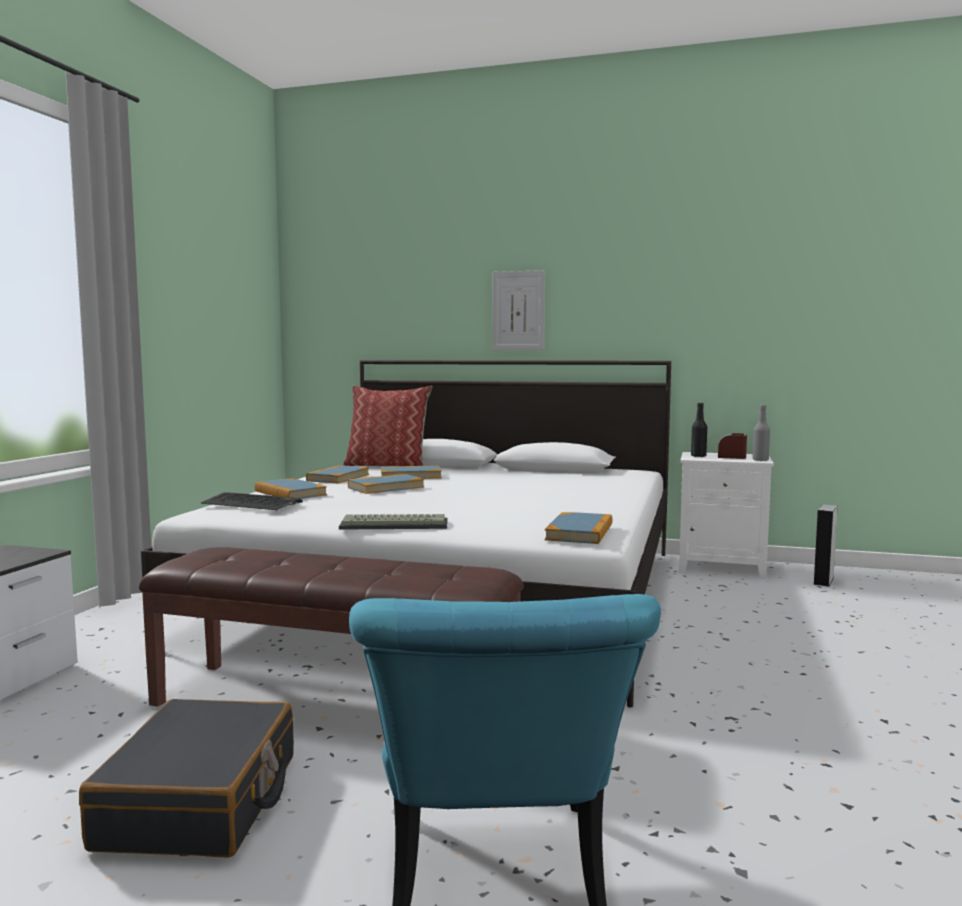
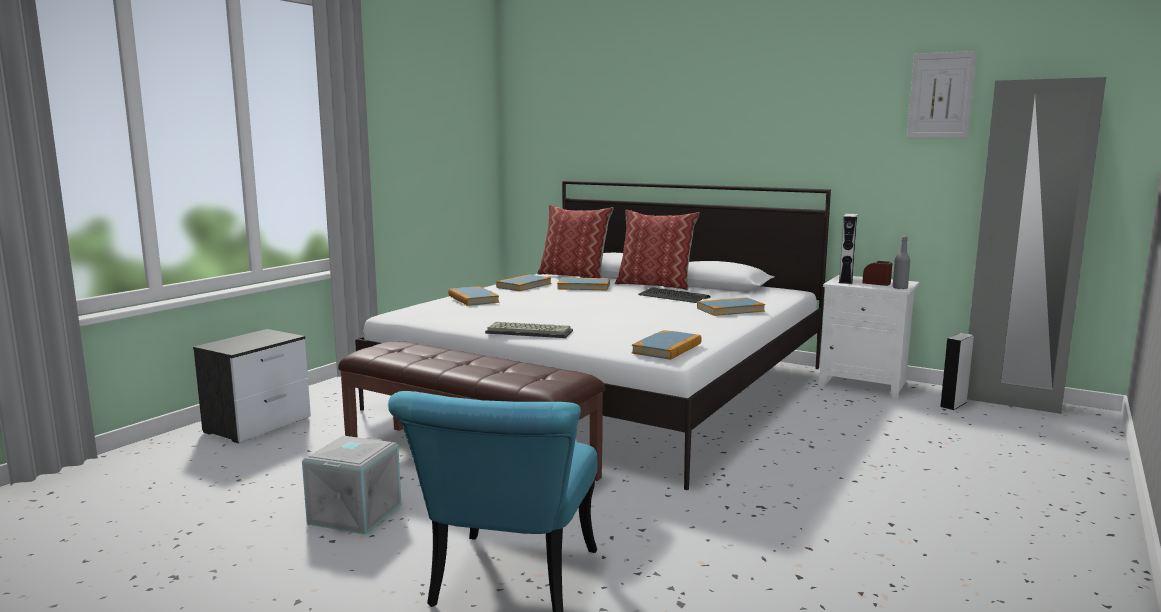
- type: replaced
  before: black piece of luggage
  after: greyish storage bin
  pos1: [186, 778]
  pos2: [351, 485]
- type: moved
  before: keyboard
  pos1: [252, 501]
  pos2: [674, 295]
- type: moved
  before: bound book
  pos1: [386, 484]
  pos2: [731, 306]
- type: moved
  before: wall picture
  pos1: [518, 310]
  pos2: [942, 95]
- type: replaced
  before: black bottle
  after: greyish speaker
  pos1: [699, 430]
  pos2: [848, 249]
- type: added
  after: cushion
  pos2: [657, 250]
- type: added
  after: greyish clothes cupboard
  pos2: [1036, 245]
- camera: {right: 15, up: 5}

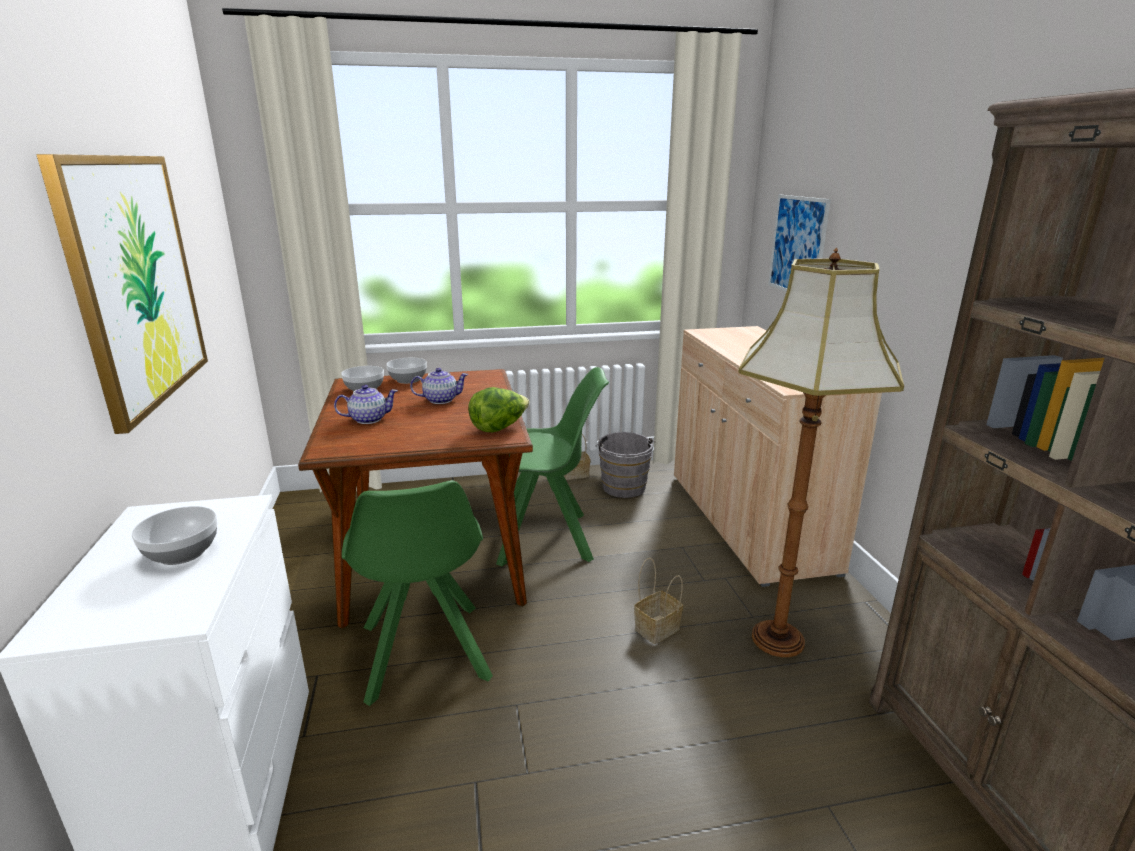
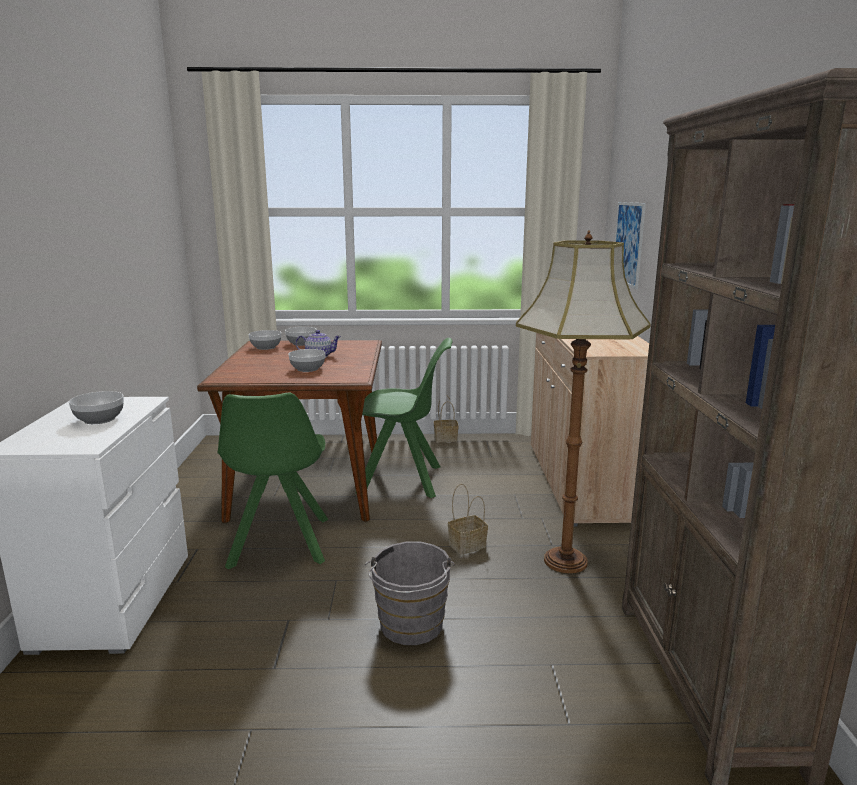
- type: removed
  before: wall picture
  pos1: [122, 294]
- type: removed
  before: tea pot
  pos1: [366, 404]
- type: removed
  before: lettuce
  pos1: [498, 409]
- type: moved
  before: greyish bucket
  pos1: [625, 465]
  pos2: [410, 593]
- type: added
  after: serving bowl
  pos2: [307, 360]
- camera: {right: 10, up: -5}

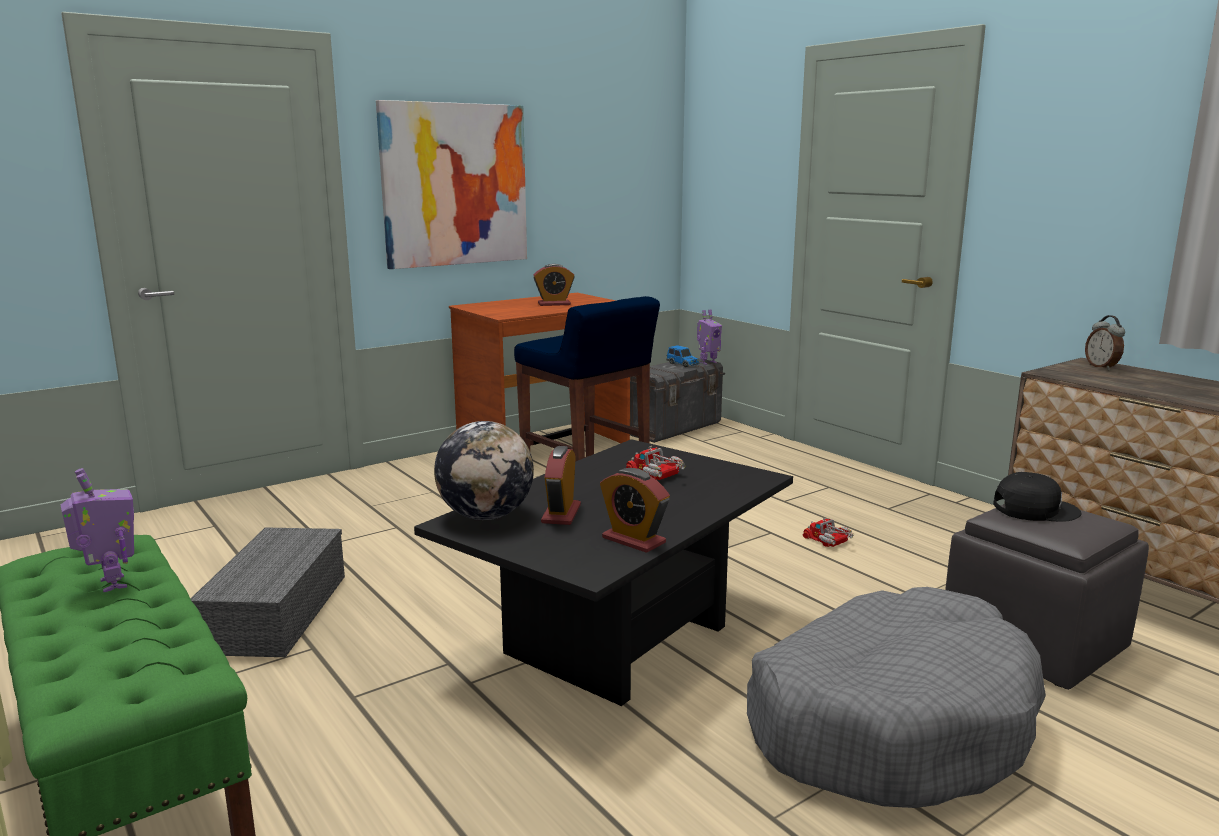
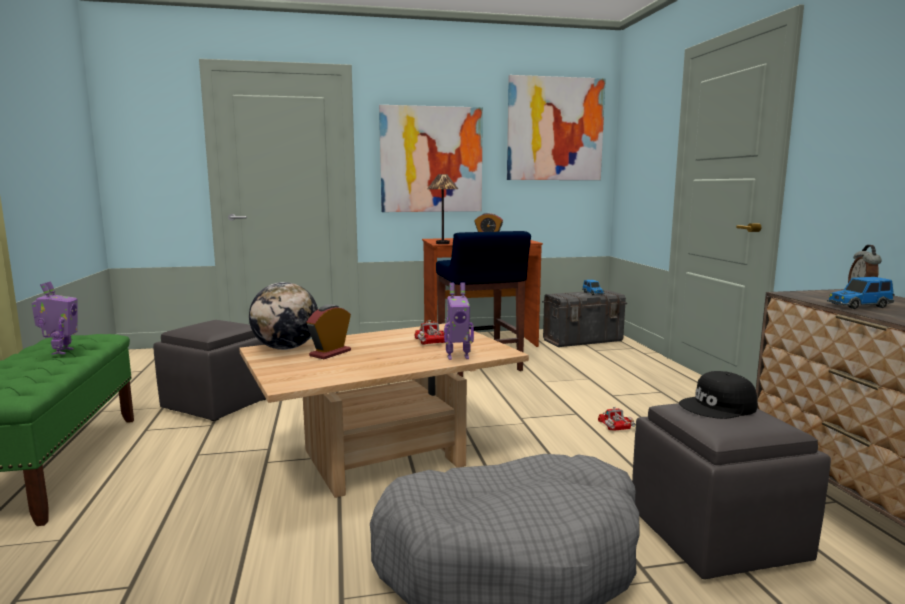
- type: replaced
  before: greyish storage bin
  after: greyish pouffe
  pos1: [267, 592]
  pos2: [209, 370]
- type: recoloured
  before: black lounge table
  after: beige-coloured lounge table
  pos1: [603, 572]
  pos2: [384, 410]
- type: removed
  before: alarm clock
  pos1: [635, 510]
- type: moved
  before: model robot
  pos1: [709, 337]
  pos2: [459, 321]
- type: turned
  before: black cap
  pos1: [1037, 497]
  pos2: [718, 395]
  turn: 135
- type: added
  after: tabletop lamp
  pos2: [442, 209]
- type: added
  after: wall picture
  pos2: [556, 127]
- type: added
  after: miniature car
  pos2: [860, 293]
- camera: {right: 25, up: -5}

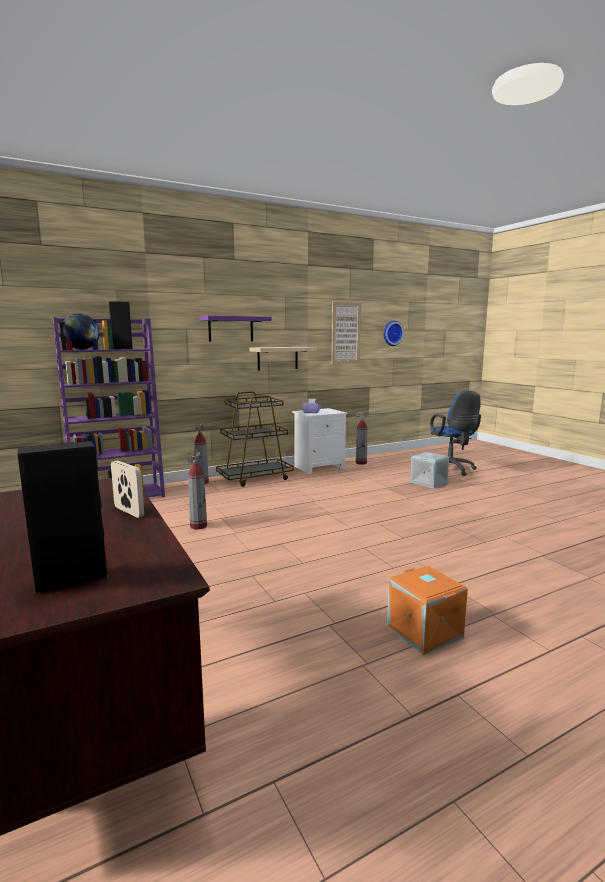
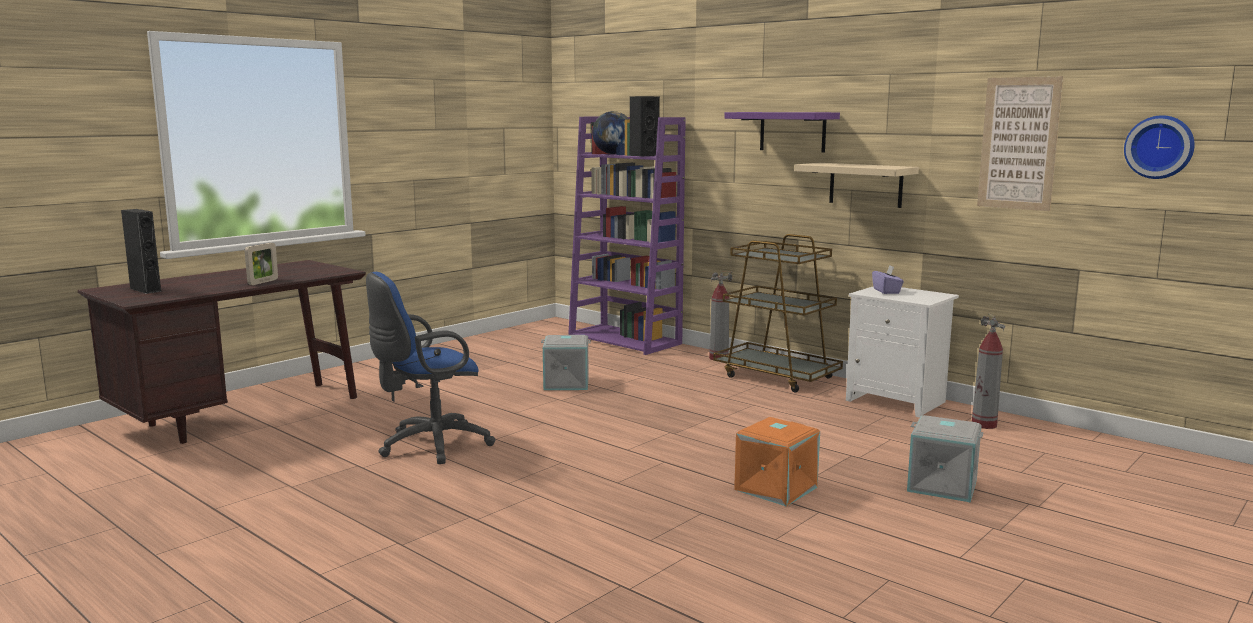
- type: replaced
  before: extinguisher
  after: greyish storage bin
  pos1: [197, 490]
  pos2: [566, 362]
- type: moved
  before: orange storage bin
  pos1: [427, 610]
  pos2: [777, 462]
- type: moved
  before: bluish computer chair
  pos1: [455, 433]
  pos2: [431, 368]
- camera: {right: 70, up: 0}

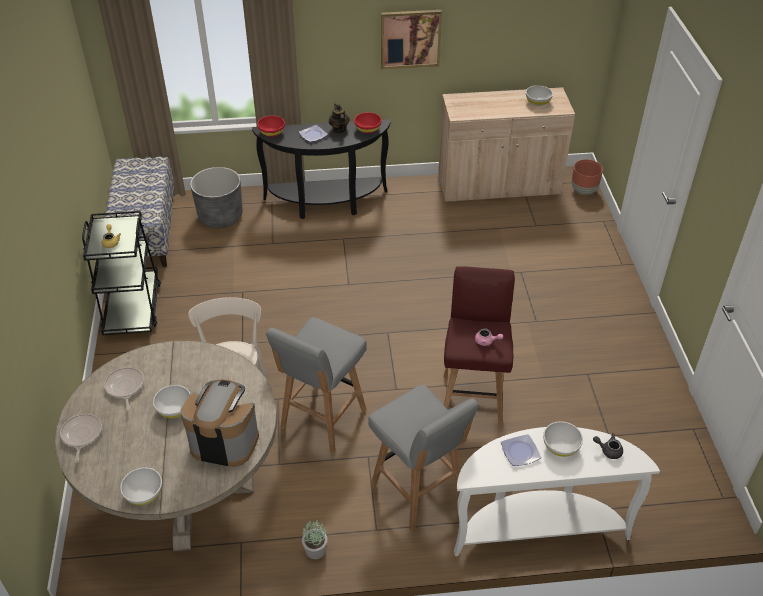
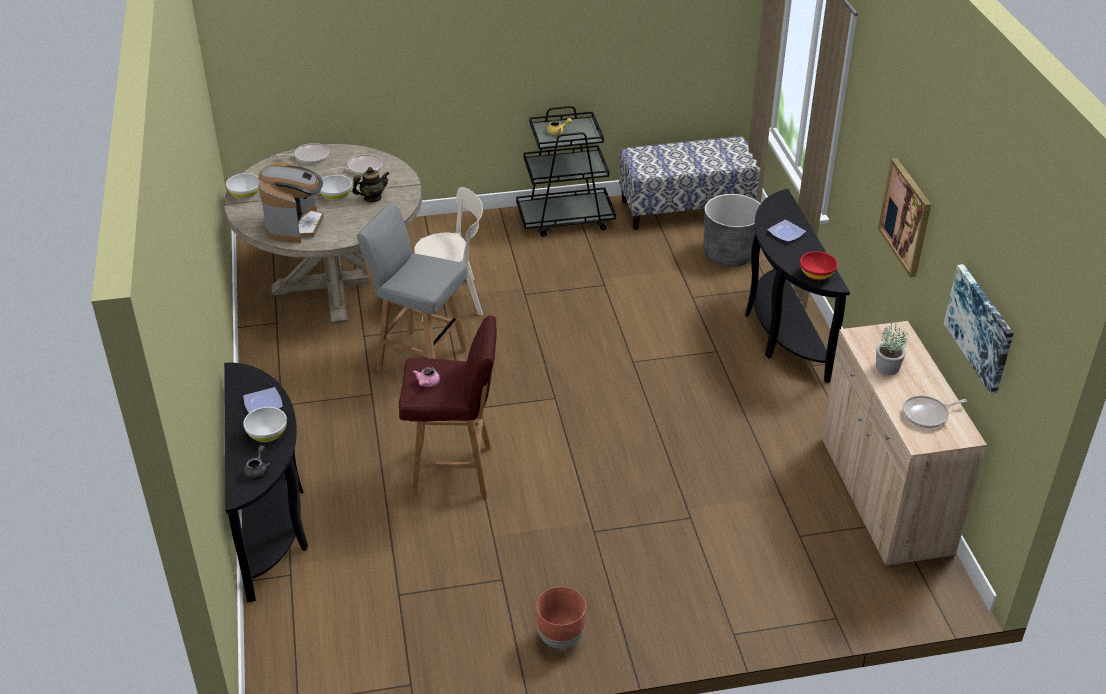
- type: removed
  before: red-coloured serving bowl
  pos1: [271, 126]
- type: moved
  before: potted plant
  pos1: [315, 539]
  pos2: [892, 349]
- type: moved
  before: tea pot
  pos1: [339, 118]
  pos2: [371, 184]
- type: removed
  before: greyish sitting stool
  pos1: [423, 458]
- type: recoloured
  before: white-coloured hall table
  after: black hall table
  pos1: [557, 491]
  pos2: [266, 482]
- type: replaced
  before: white-coloured serving bowl
  after: skillet
  pos1: [539, 95]
  pos2: [935, 412]
- type: moved
  before: brownish plant pot
  pos1: [587, 177]
  pos2: [561, 618]
- type: added
  after: wall picture
  pos2: [979, 329]
- camera: {right: 85, up: -5}

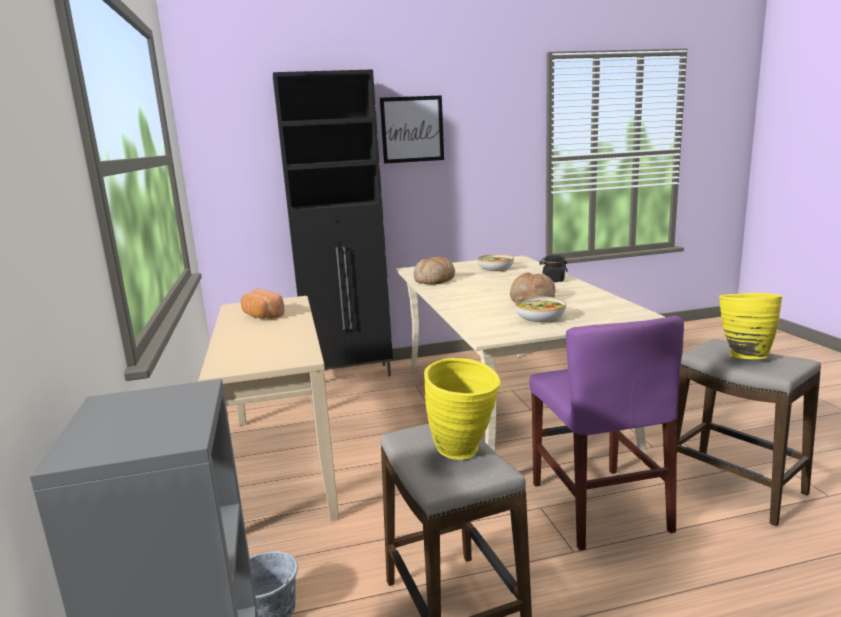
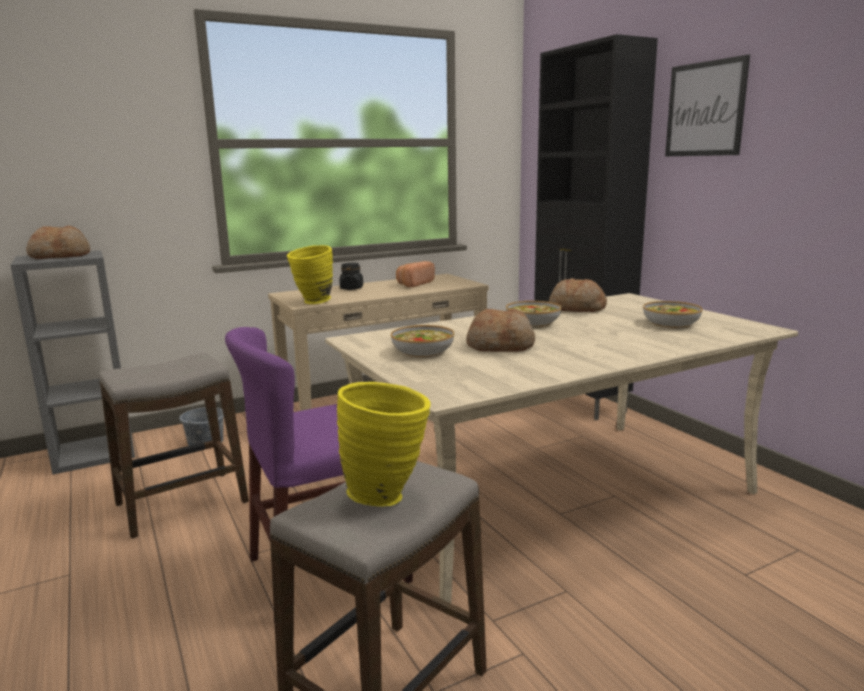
- type: moved
  before: yellow-coloured vase
  pos1: [462, 409]
  pos2: [310, 274]
- type: moved
  before: black jar
  pos1: [554, 268]
  pos2: [351, 276]
- type: added
  after: bread
  pos2: [58, 242]
- type: added
  after: serving bowl
  pos2: [533, 314]
- camera: {right: 75, up: 0}

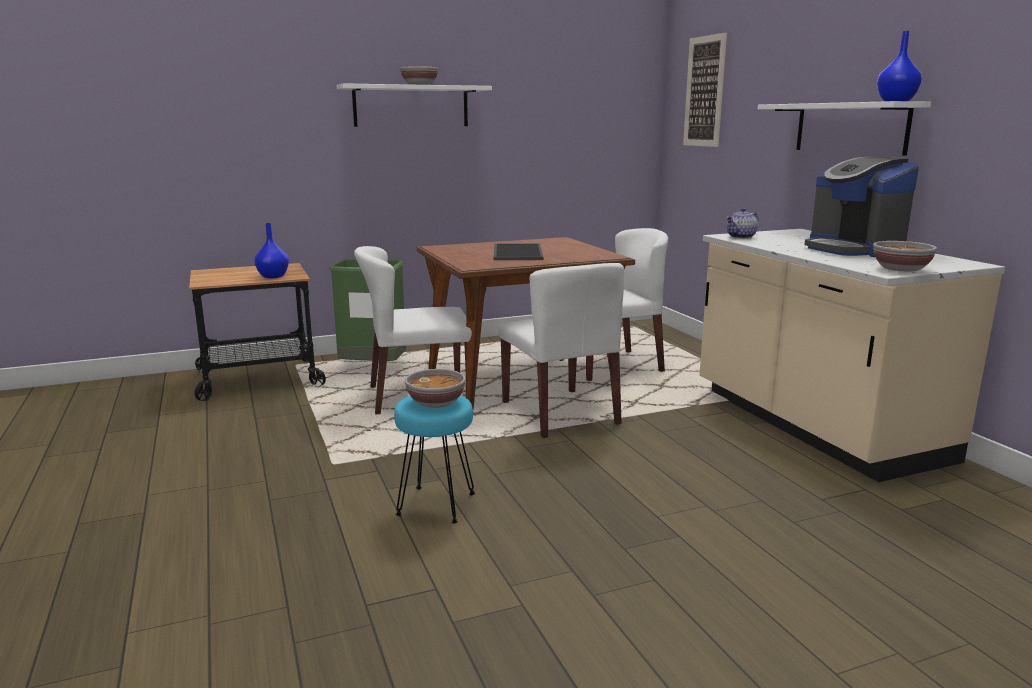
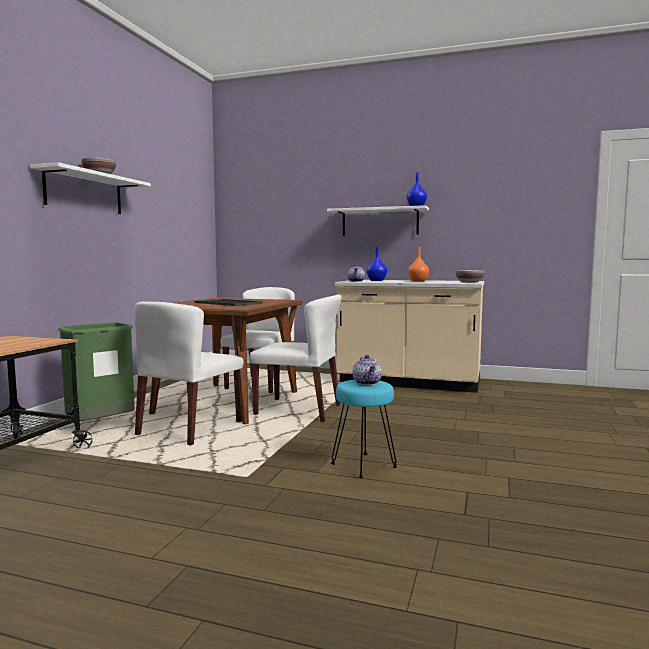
- type: moved
  before: bluish vase
  pos1: [271, 250]
  pos2: [377, 264]
- type: replaced
  before: serving bowl
  after: tea pot
  pos1: [435, 388]
  pos2: [367, 370]
- type: removed
  before: wall picture
  pos1: [705, 90]
- type: replaced
  before: coffee brewer
  after: orange vase
  pos1: [861, 207]
  pos2: [418, 264]
- camera: {right: -50, up: -10}

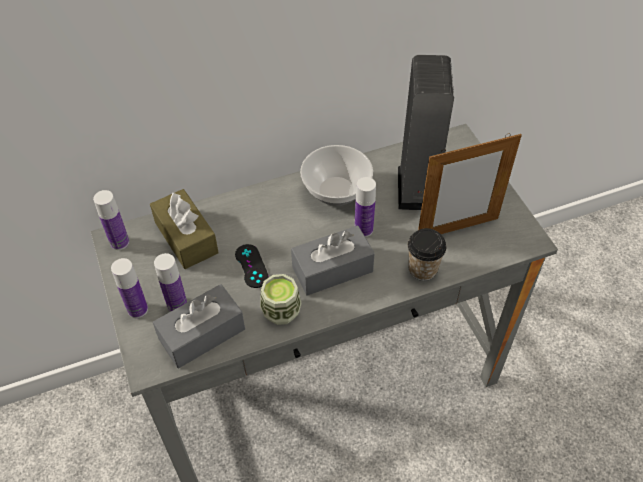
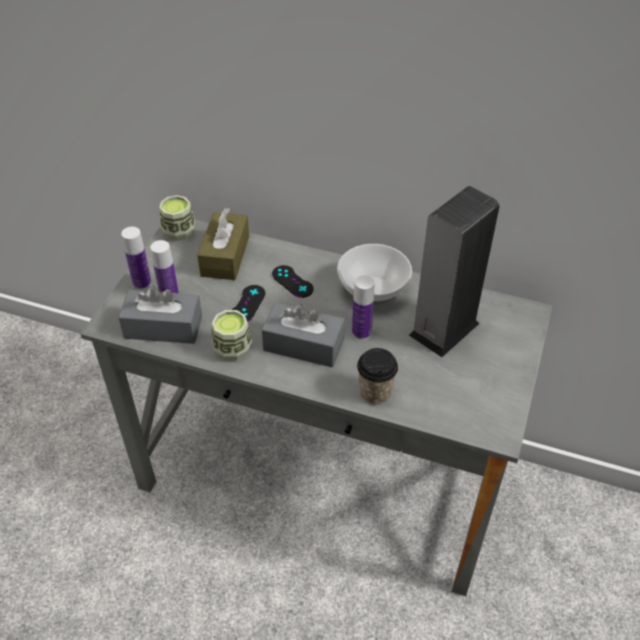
- type: replaced
  before: bottle
  after: small cup
  pos1: [111, 220]
  pos2: [177, 218]
- type: removed
  before: standing frame
  pos1: [470, 183]
- type: added
  after: black joypad
  pos2: [293, 281]
- camera: {right: 40, up: -5}

